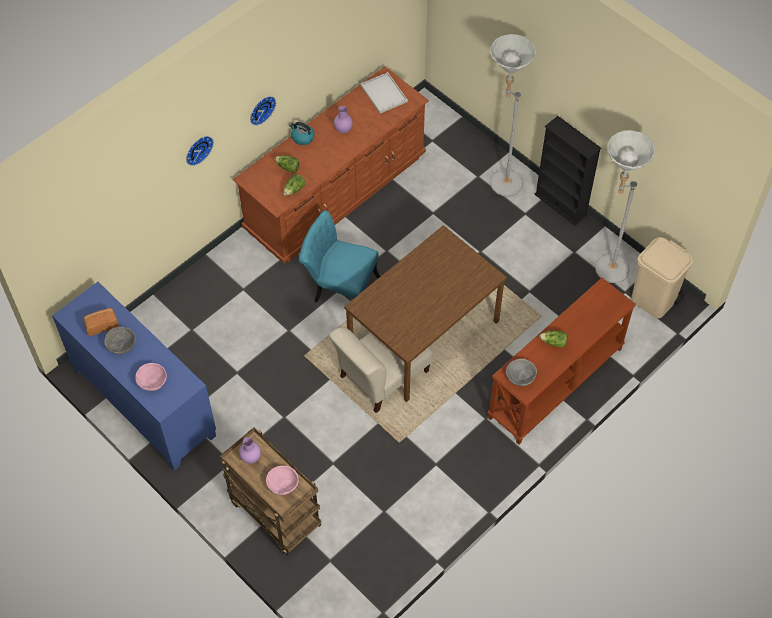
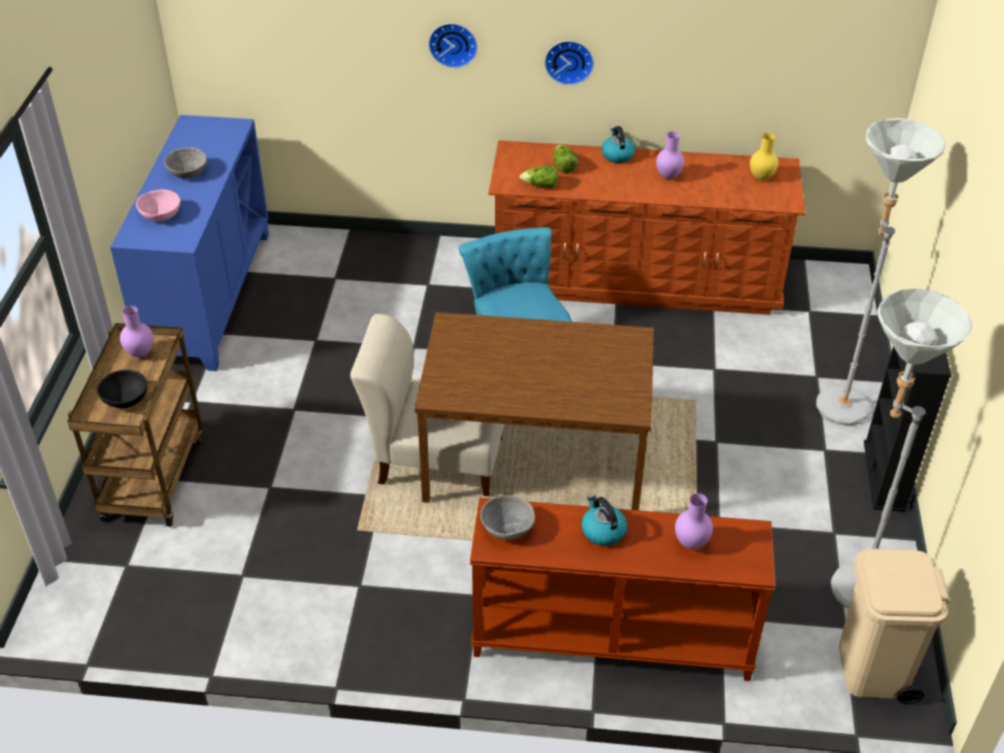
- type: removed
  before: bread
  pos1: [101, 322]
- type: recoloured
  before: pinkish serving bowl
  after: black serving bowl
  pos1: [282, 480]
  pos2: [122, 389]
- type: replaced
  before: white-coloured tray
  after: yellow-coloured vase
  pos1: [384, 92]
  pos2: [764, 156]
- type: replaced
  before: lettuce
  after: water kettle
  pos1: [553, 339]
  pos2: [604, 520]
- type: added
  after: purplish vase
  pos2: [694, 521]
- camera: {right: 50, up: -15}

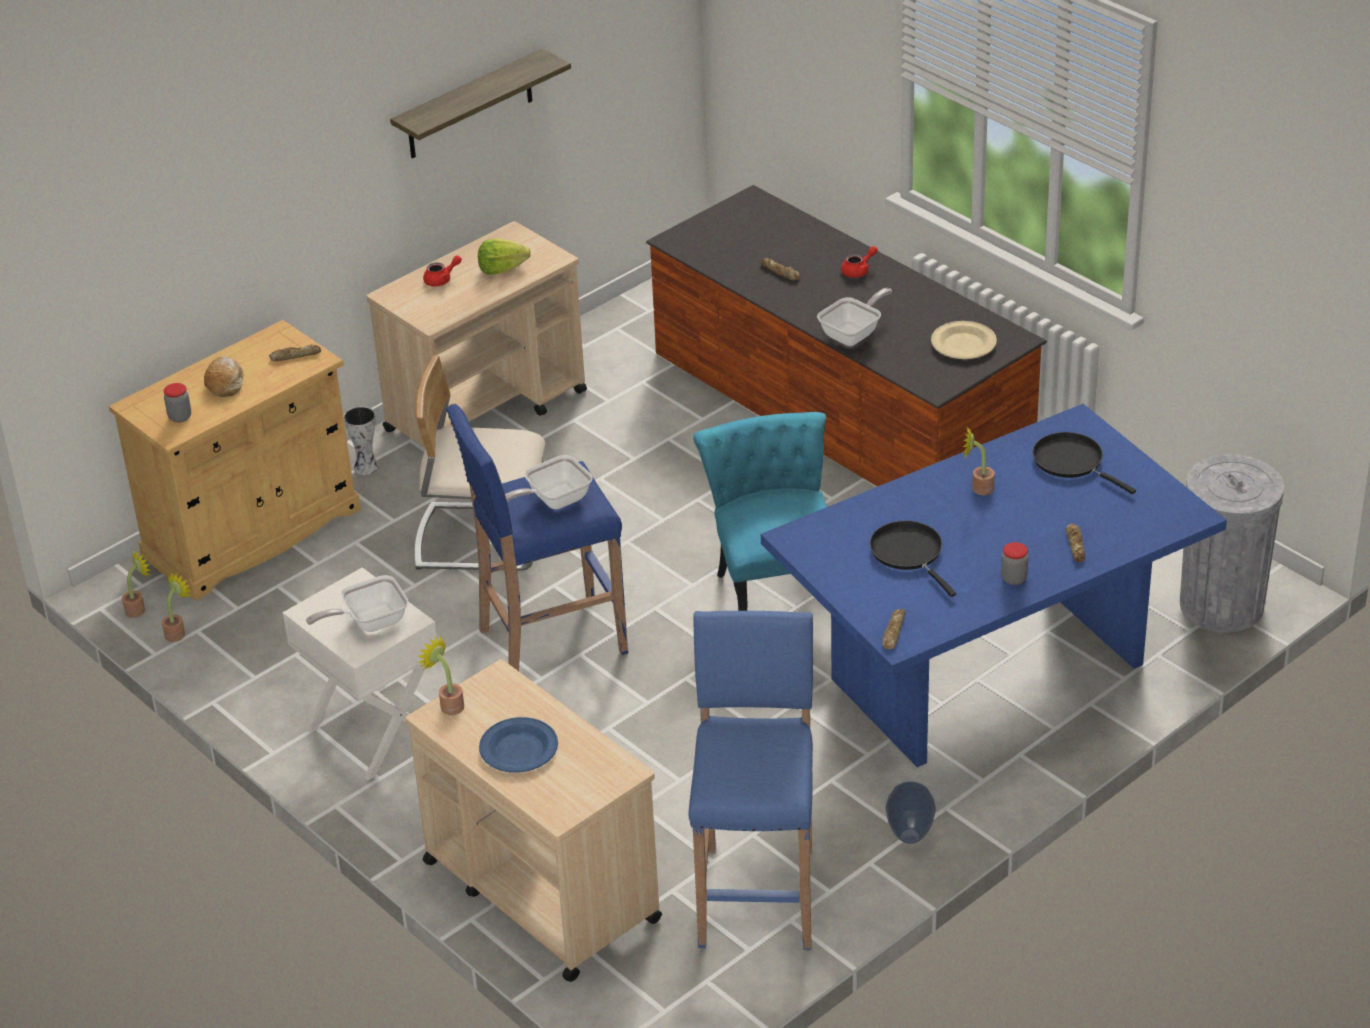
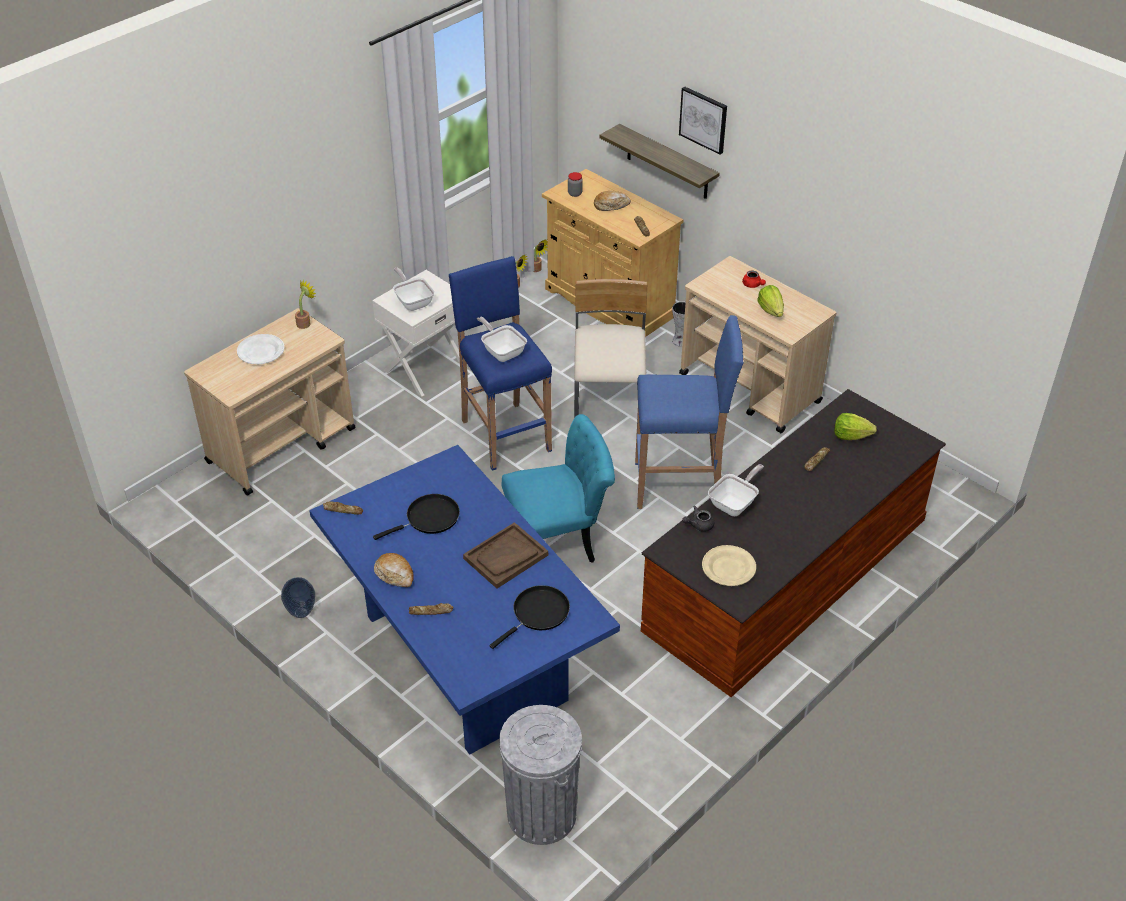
- type: moved
  before: bracket shelf
  pos1: [480, 103]
  pos2: [659, 161]
- type: recoloured
  before: bluish flat dish
  after: white-coloured flat dish
  pos1: [518, 745]
  pos2: [260, 349]
- type: moved
  before: bluish sitting stool
  pos1: [751, 780]
  pos2: [689, 412]
- type: turned
  before: skillet
  pos1: [854, 317]
  pos2: [736, 490]
  turn: -90
- type: removed
  before: red-coloured tea pot
  pos1: [859, 262]
- type: replaced
  before: potted plant
  after: brownish tray
  pos1: [979, 460]
  pos2: [505, 555]
- type: replaced
  before: jar
  after: bread
  pos1: [1015, 563]
  pos2: [394, 570]
- type: added
  after: wall picture
  pos2: [703, 121]
- type: added
  after: greyish tea pot
  pos2: [698, 519]
- type: added
  after: lettuce
  pos2: [855, 426]
- camera: {right: 85, up: 5}

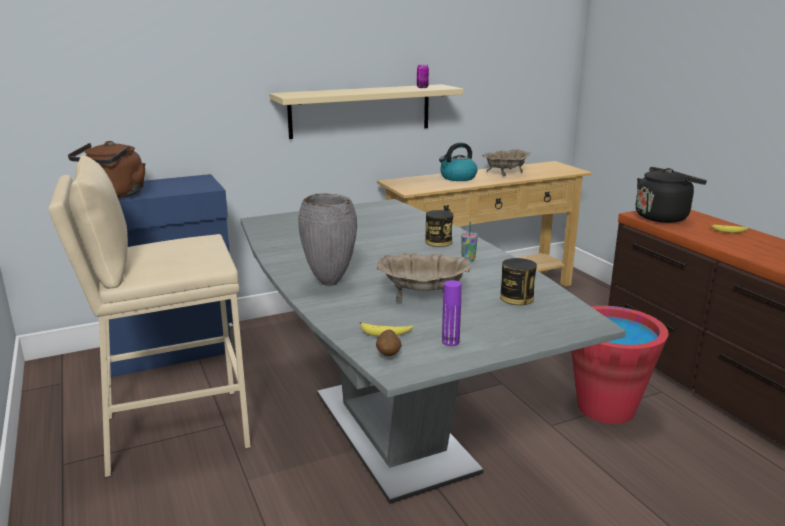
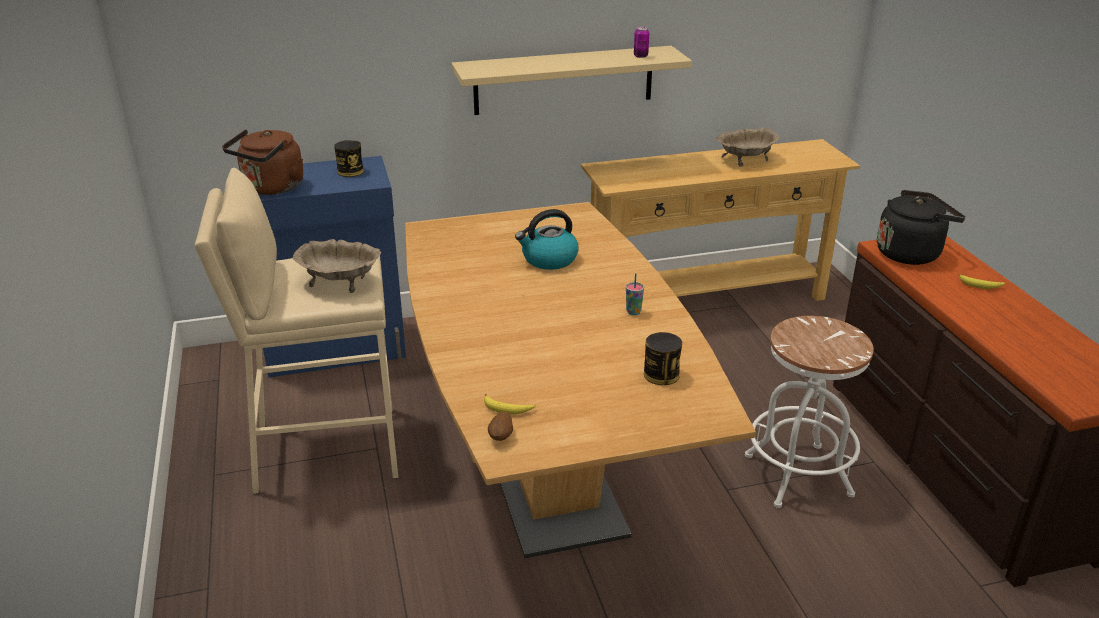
- type: recoloured
  before: greyish dining table
  after: brownish dining table
  pos1: [433, 351]
  pos2: [580, 380]
- type: removed
  before: greyish vase
  pos1: [327, 240]
- type: moved
  before: beige-coloured serving bowl
  pos1: [423, 277]
  pos2: [336, 266]
- type: moved
  before: metal can
  pos1: [439, 228]
  pos2: [349, 158]
- type: moved
  before: water kettle
  pos1: [458, 162]
  pos2: [546, 239]
- type: removed
  before: purplish bottle
  pos1: [451, 313]
- type: replaced
  before: red-coloured bucket
  after: white-coloured sitting stool
  pos1: [620, 365]
  pos2: [809, 412]
- camera: {right: 10, up: 10}

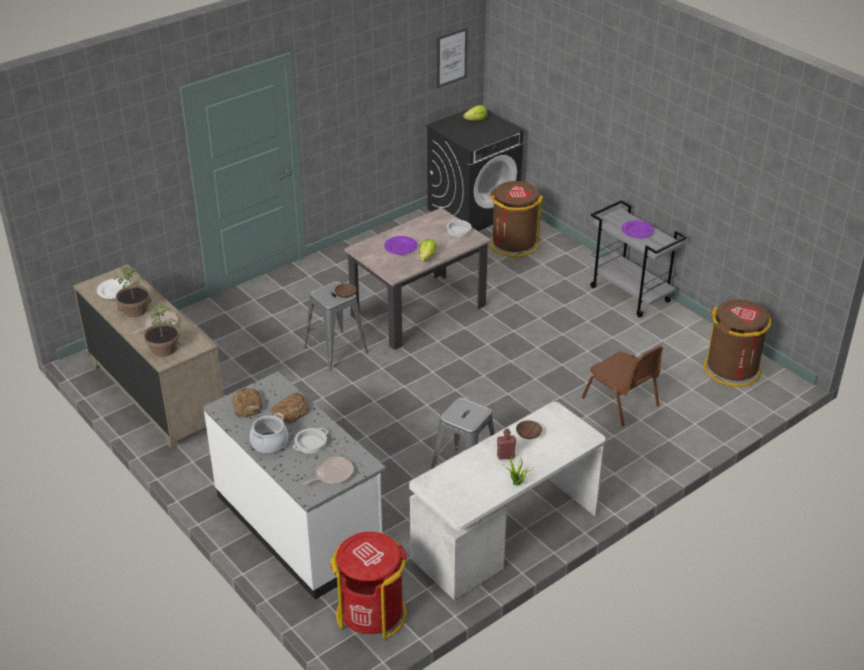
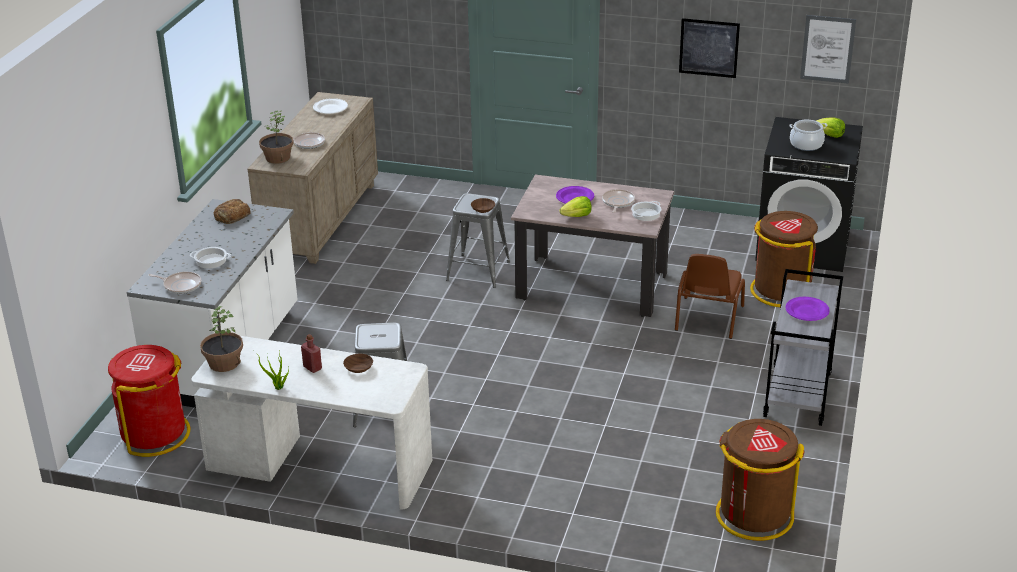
- type: moved
  before: potted plant
  pos1: [132, 292]
  pos2: [221, 339]
- type: moved
  before: stockpot
  pos1: [269, 433]
  pos2: [809, 135]
- type: removed
  before: bread
  pos1: [290, 408]
- type: moved
  before: brownish upright chair
  pos1: [622, 386]
  pos2: [710, 296]
- type: added
  after: skillet
  pos2: [618, 201]
- type: added
  after: wall picture
  pos2: [709, 48]
- camera: {right: 55, up: -5}

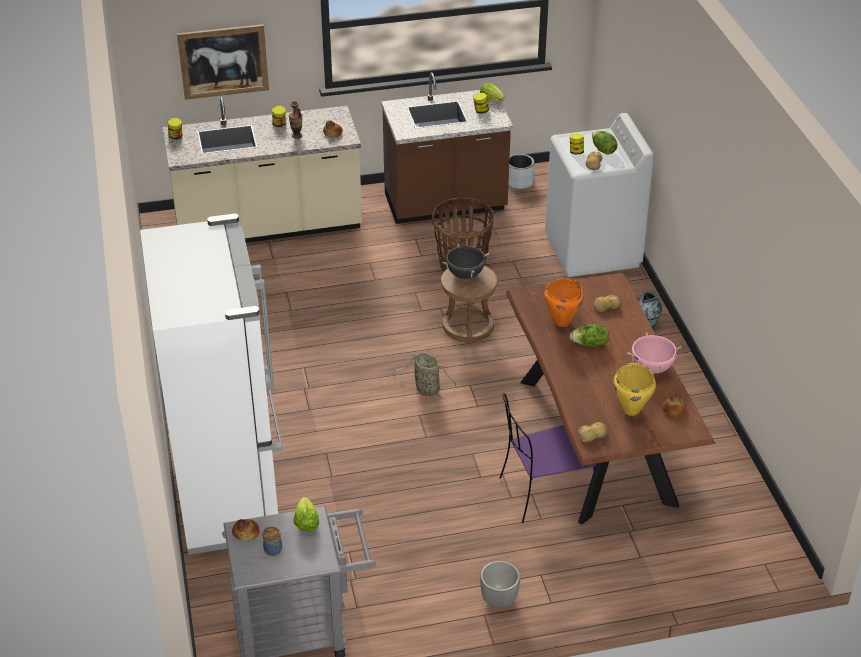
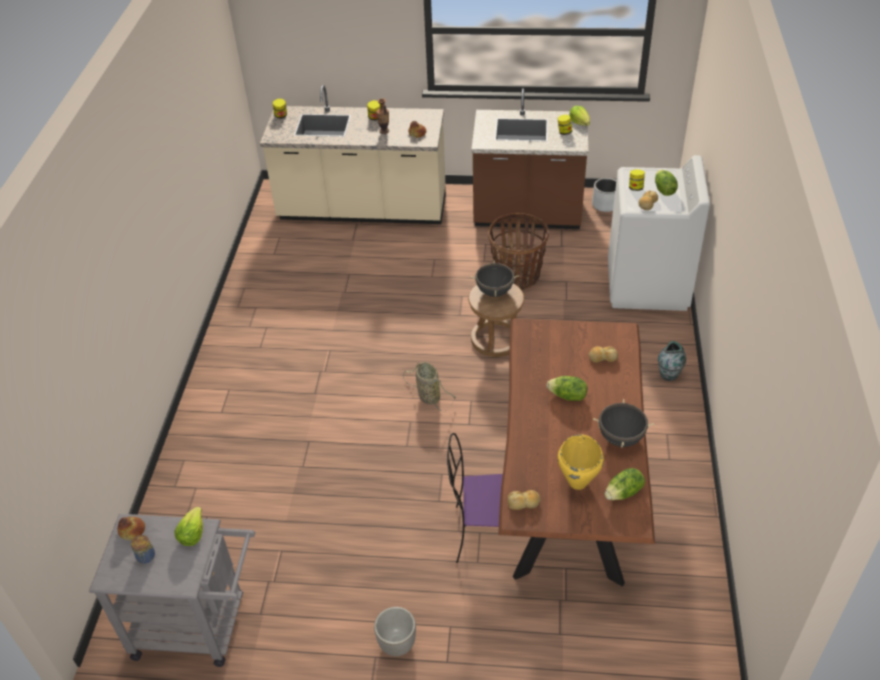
- type: removed
  before: white-coloured refrigerator
  pos1: [211, 384]
- type: removed
  before: wall picture
  pos1: [223, 62]
- type: removed
  before: orange stockpot
  pos1: [564, 302]
- type: recoloured
  before: pinkish stockpot
  after: black stockpot
  pos1: [654, 353]
  pos2: [623, 423]
- type: replaced
  before: bread
  after: lettuce
  pos1: [674, 404]
  pos2: [625, 484]
- camera: {right: 20, up: 5}

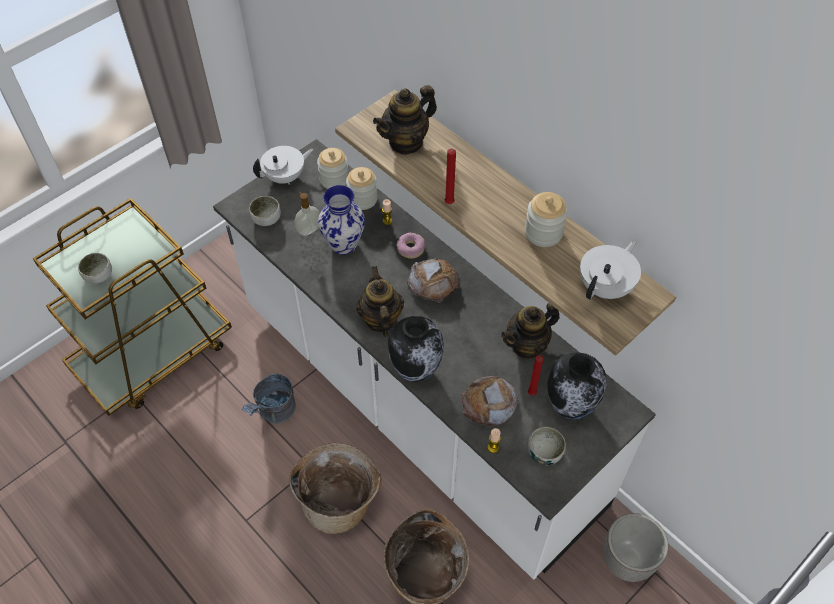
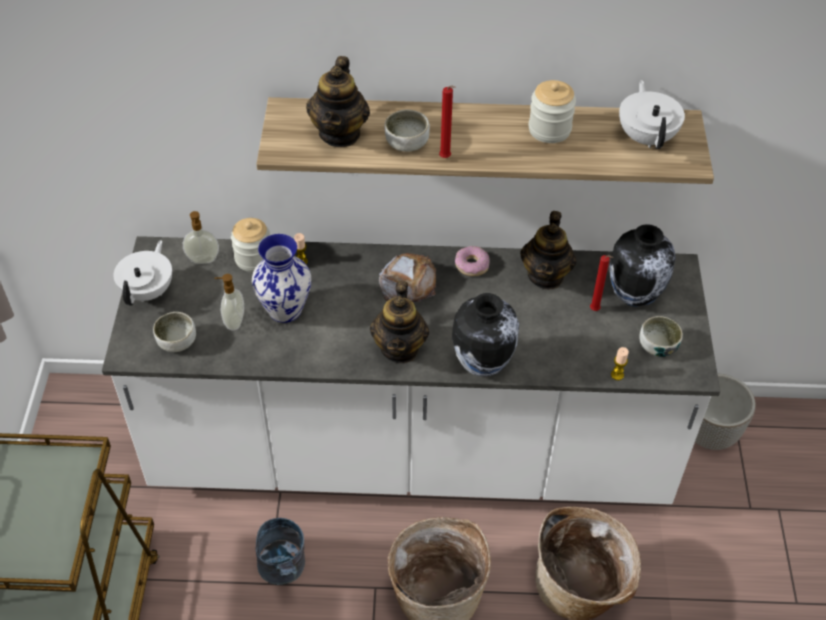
- type: moved
  before: serving bowl
  pos1: [95, 268]
  pos2: [407, 131]
- type: replaced
  before: jar
  after: liquid soap bottle
  pos1: [333, 168]
  pos2: [201, 237]
- type: turned
  before: tea pot
  pos1: [380, 301]
  pos2: [399, 322]
  turn: -120
- type: moved
  before: doughnut
  pos1: [411, 246]
  pos2: [472, 261]
- type: removed
  before: bread
  pos1: [490, 401]
- camera: {right: -45, up: -5}

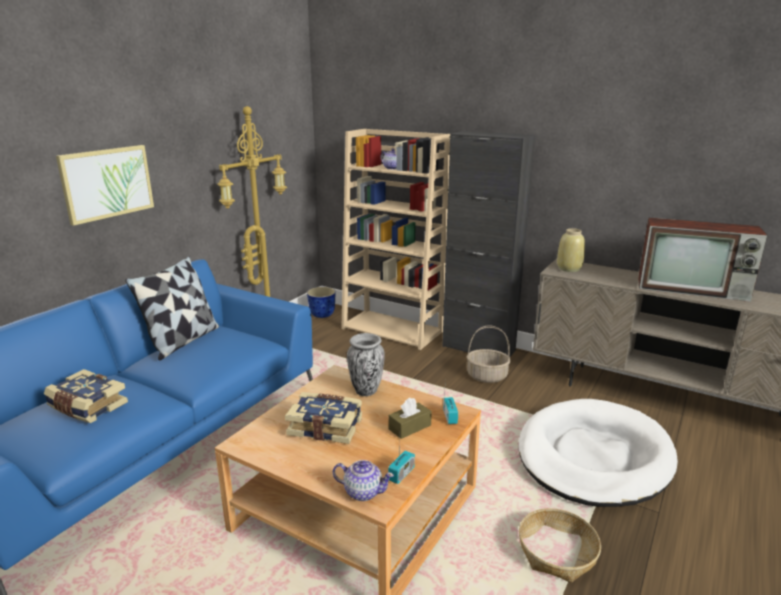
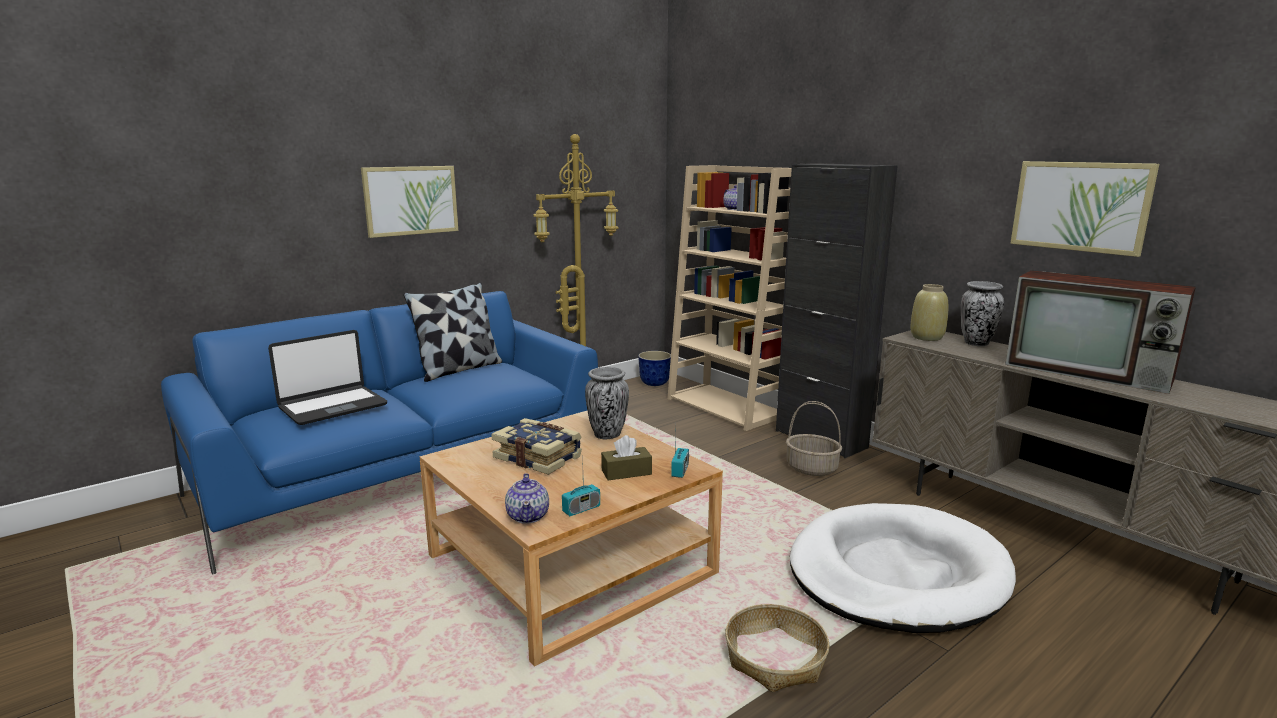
- type: replaced
  before: bound book
  after: notebook computer
  pos1: [86, 396]
  pos2: [327, 377]
- type: turned
  before: tea pot
  pos1: [363, 480]
  pos2: [527, 498]
  turn: 45
- type: added
  after: vase
  pos2: [982, 313]
- type: added
  after: wall picture
  pos2: [1084, 209]
- camera: {right: 20, up: -5}

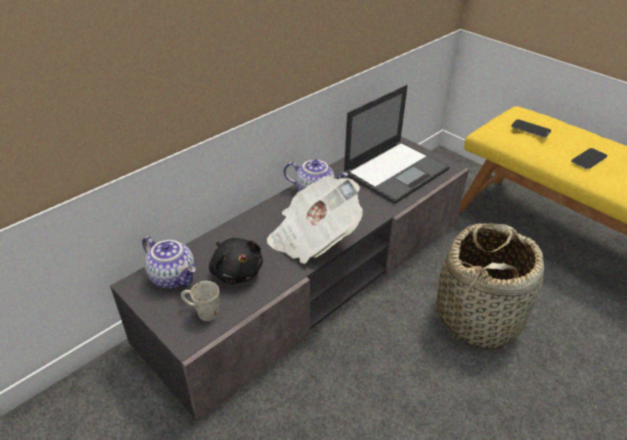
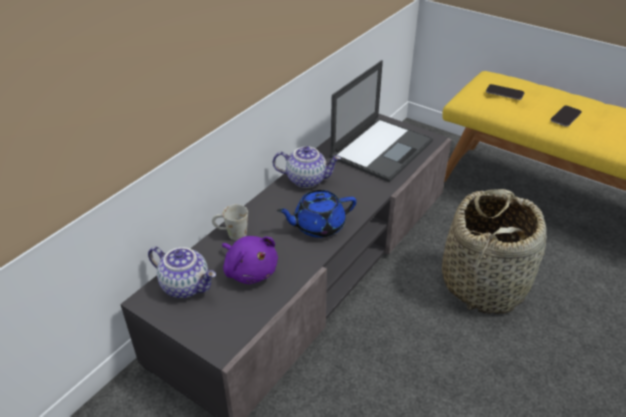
- type: moved
  before: white-coloured coffee mug
  pos1: [200, 301]
  pos2: [230, 222]
- type: recoloured
  before: black soft toy
  after: purplish soft toy
  pos1: [236, 261]
  pos2: [250, 260]
- type: replaced
  before: daily paper
  after: bluish tea pot
  pos1: [315, 220]
  pos2: [317, 214]
- camera: {right: -10, up: 0}

